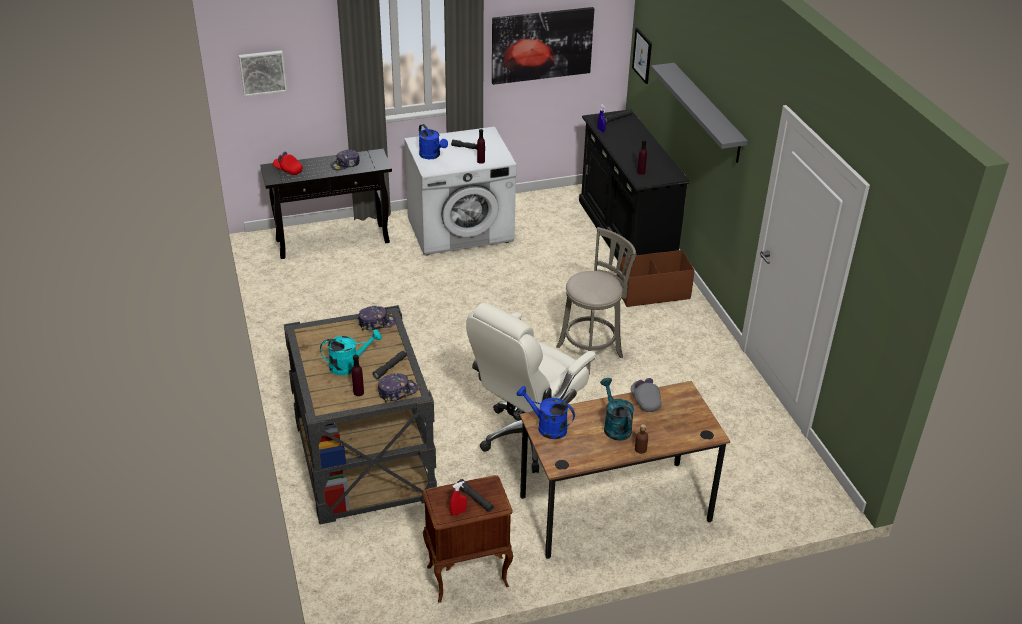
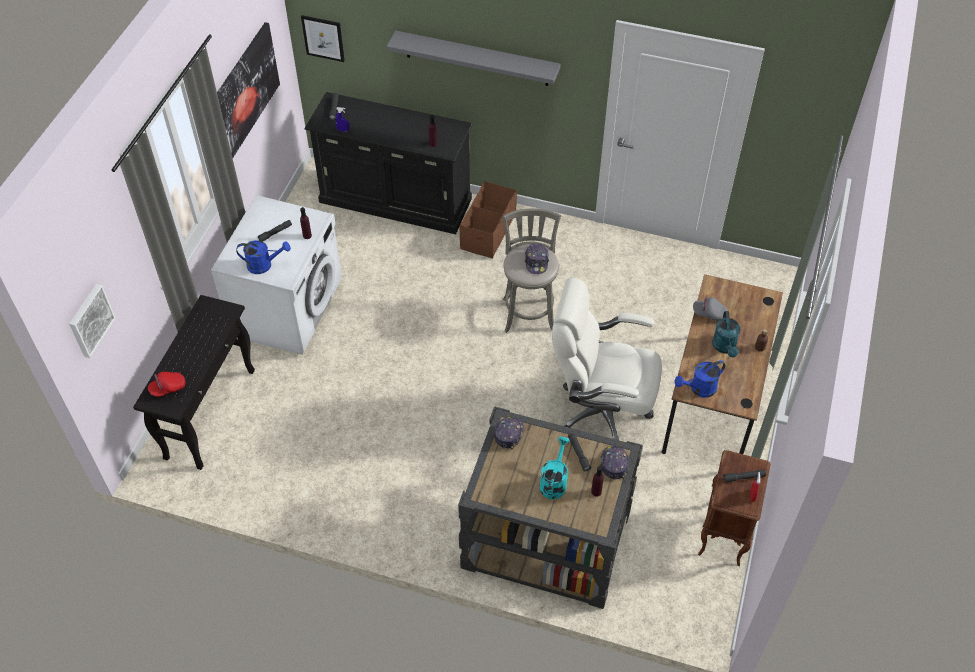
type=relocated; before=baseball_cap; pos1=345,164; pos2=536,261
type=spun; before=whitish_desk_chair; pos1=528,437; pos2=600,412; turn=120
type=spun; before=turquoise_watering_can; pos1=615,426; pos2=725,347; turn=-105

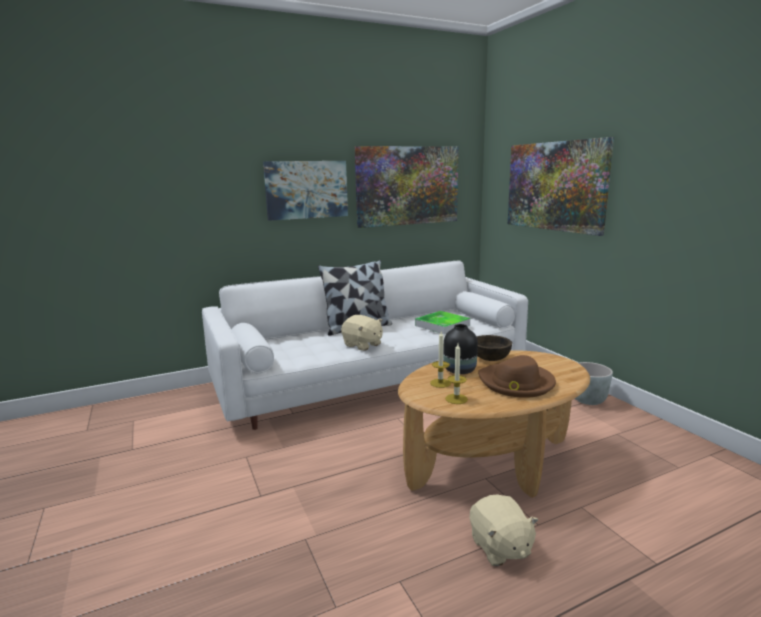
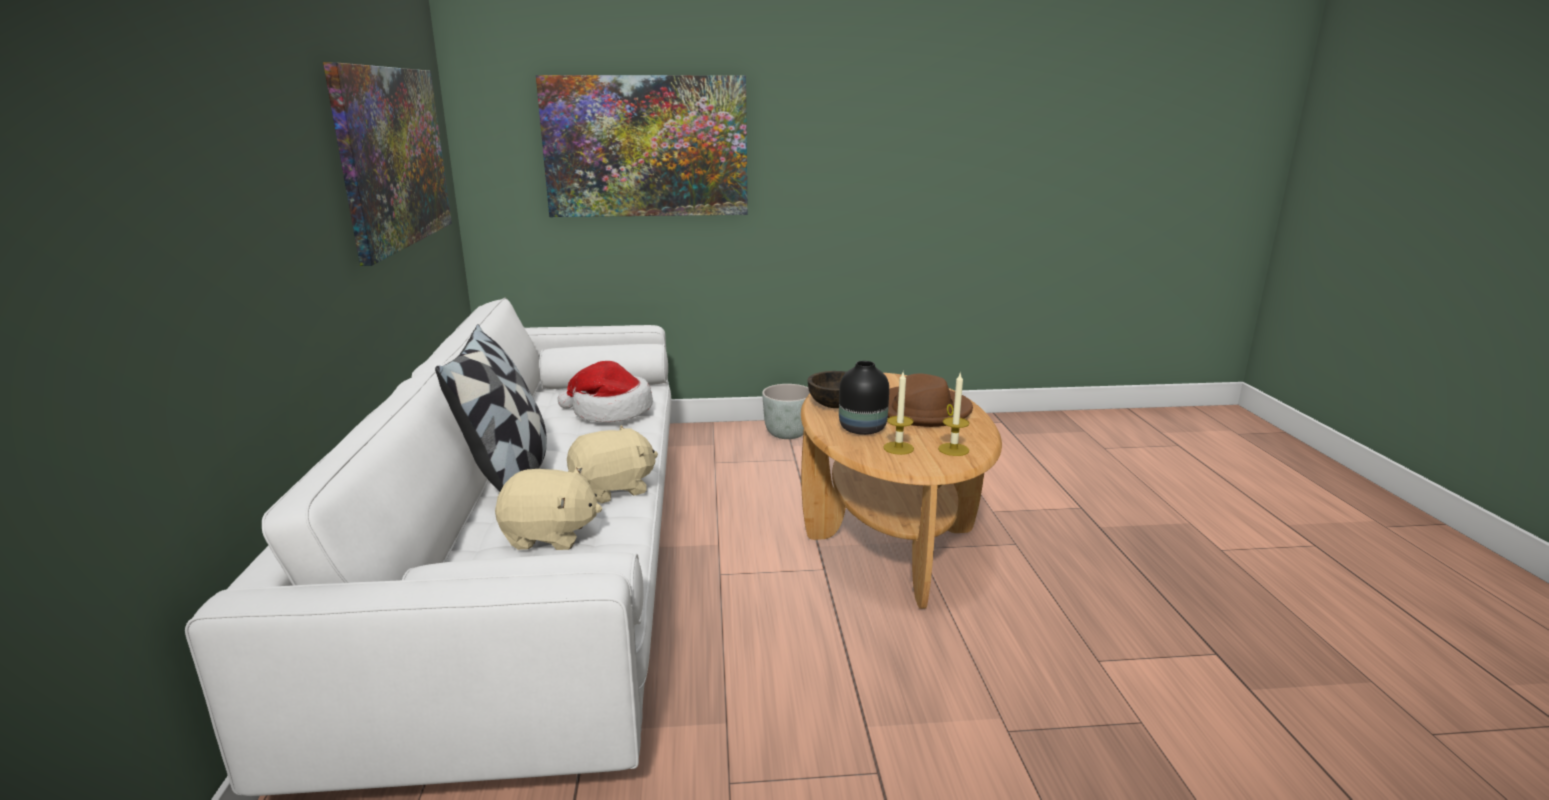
type=missing; before=wall_art; pos1=306,189
type=relocated; before=beige-coloured_soft_toy; pos1=500,547; pos2=550,536
type=exchanged; before=carrying_tray; after=wearable_hat; pos1=442,325; pos2=610,411

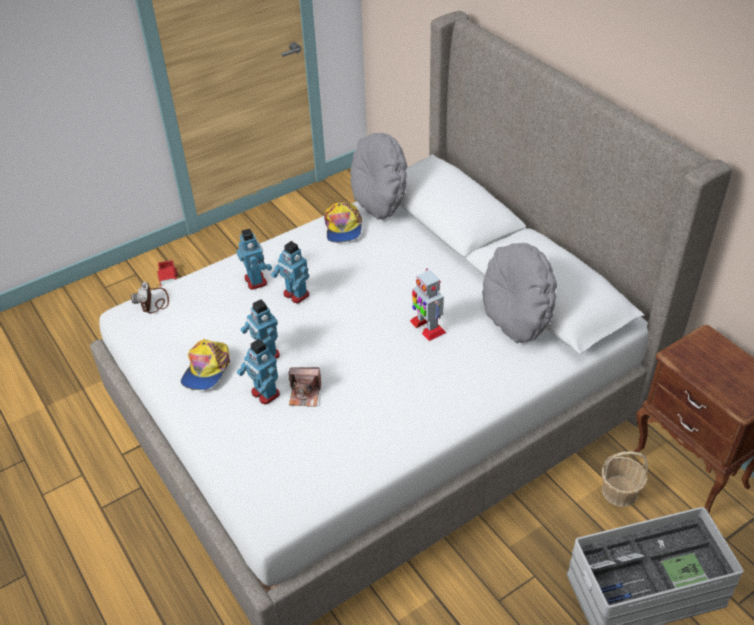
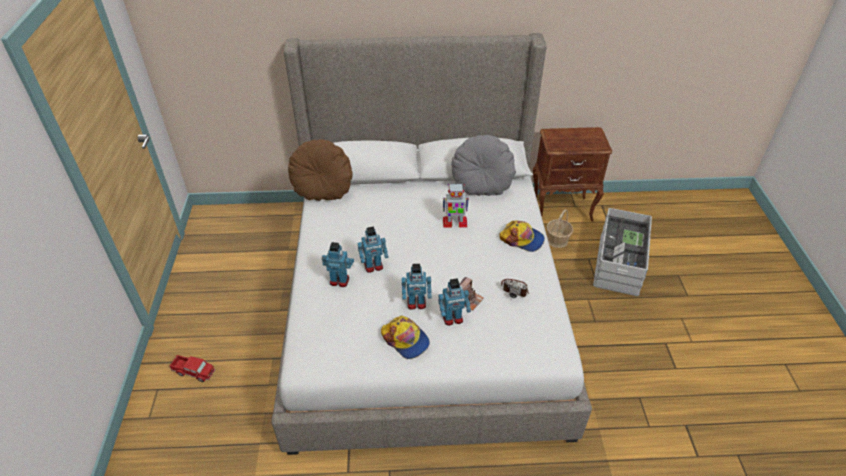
type=relocated; before=photo_camera; pos1=153,302; pos2=515,289
type=relocated; before=baseball_cap; pos1=343,228; pos2=522,239
type=colour; before=greyish_pillow; after=brown-coloured_pillow; pos1=379,205; pos2=323,193

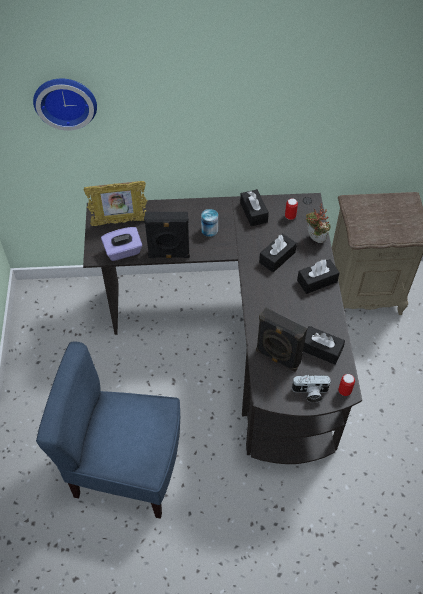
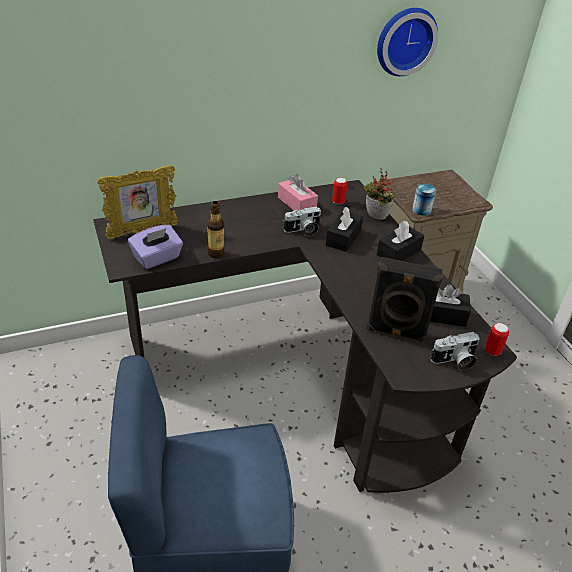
type=appeared; after=photo_camera; pos2=303,231
type=relocated; before=clock_on_the_wall; pos1=65,100; pos2=404,40
type=relocated; before=sealed_can; pos1=209,230; pos2=421,210
type=exchanged; before=blackish_speaker; after=beverage_bottle; pos1=169,255; pos2=216,253
type=colour; before=blackish_tissue_holder; after=pink_tissue_holder; pos1=253,212; pos2=297,203

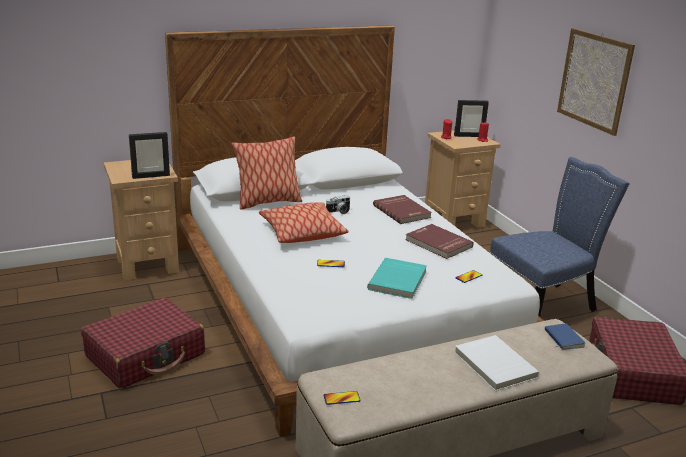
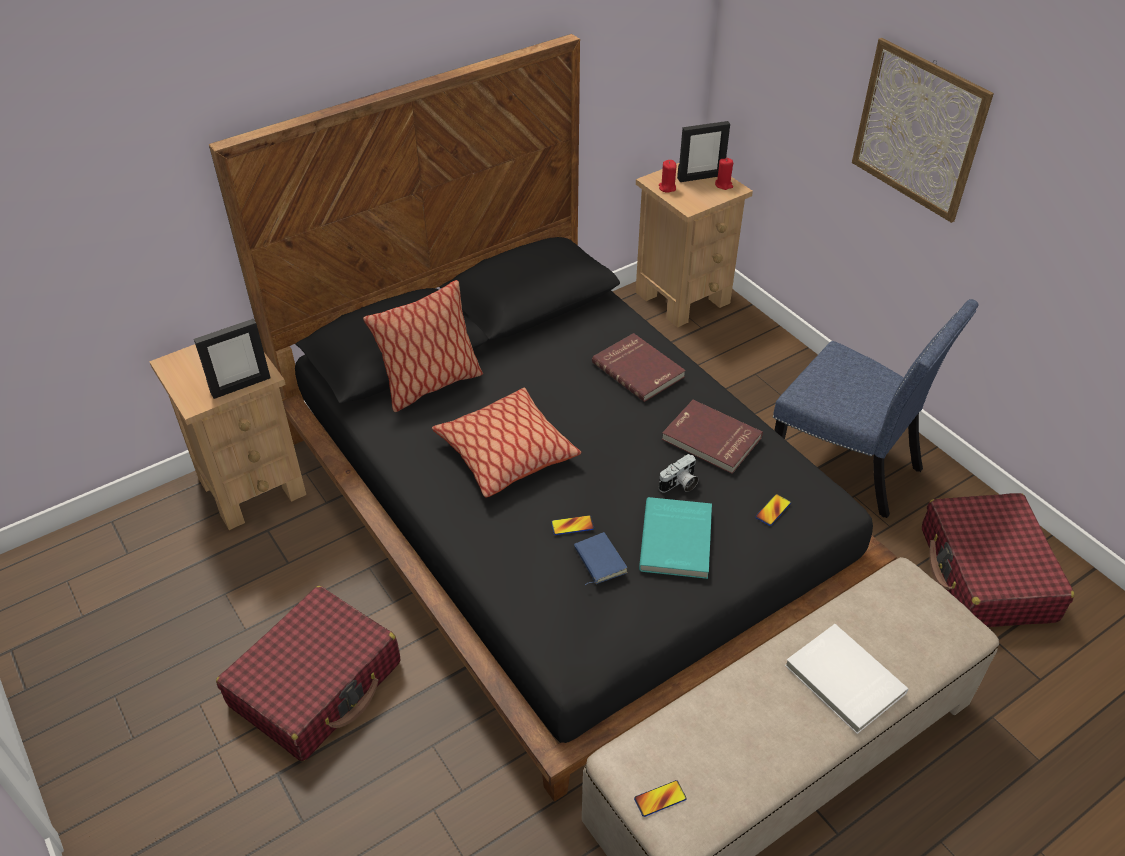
type=relocated; before=photo_camera; pos1=339,211; pos2=680,484
type=relocated; before=blue_bound_book; pos1=562,339; pos2=598,561
type=colour; before=whitish_sleeping_bed; after=blackish_sleeping_bed; pos1=340,302; pos2=563,512
type=spun; before=blue_chair; pos1=541,306; pos2=844,464; turn=75

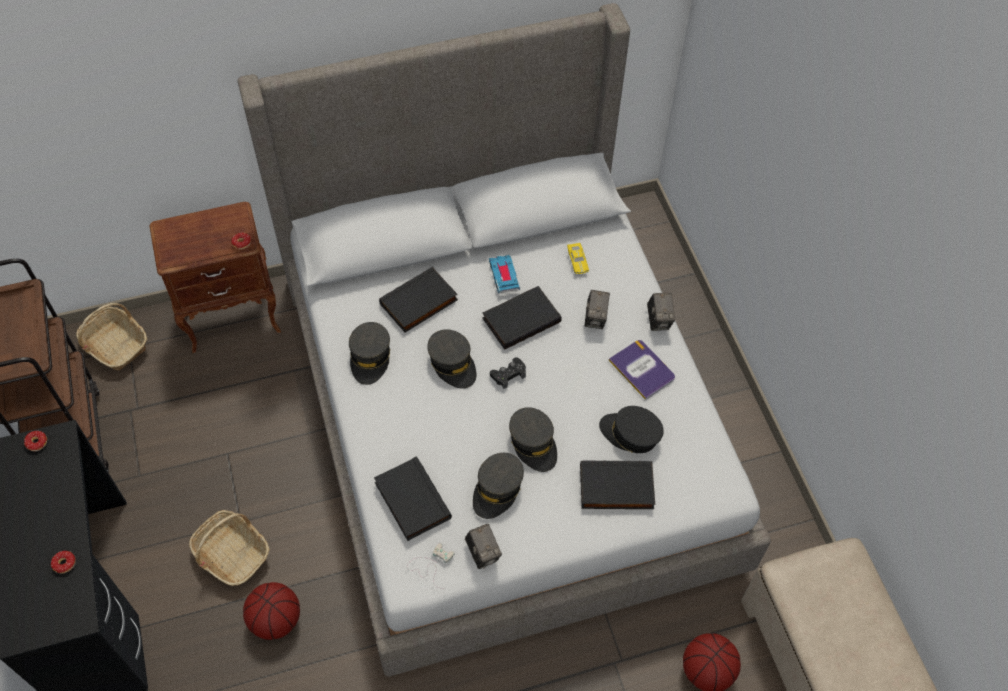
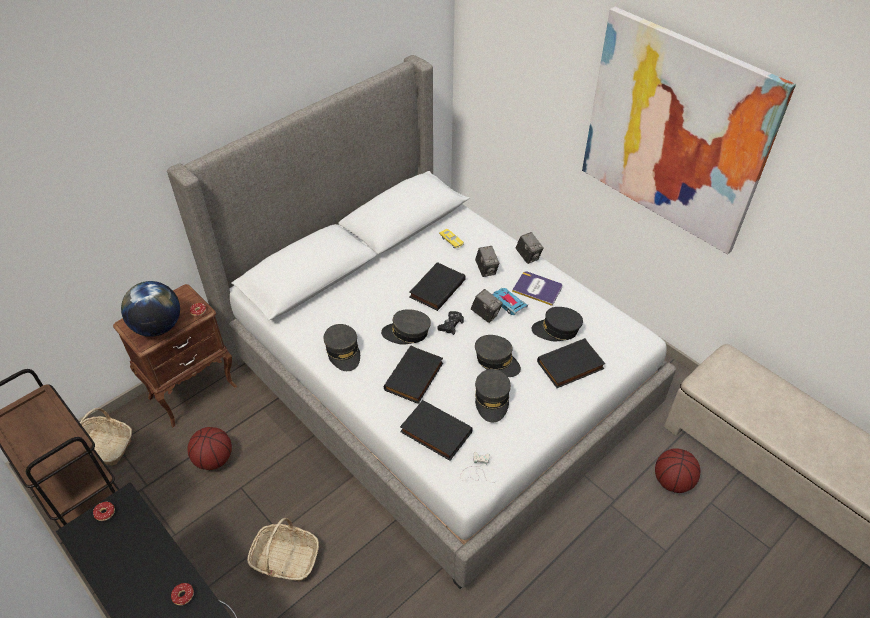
type=appeared; after=world_globe; pos2=158,327
type=appeared; after=wall_art; pos2=675,132
type=relocated; before=basketball_ball; pos1=275,619; pos2=214,459
type=relocated; before=blackish_bound_book; pos1=419,303; pos2=415,377
type=relocated; before=photo_camera; pos1=483,553; pos2=485,314
type=relocated; before=toy_car; pos1=504,276; pos2=507,303
type=spun; before=greyish_baseball_cap; pos1=452,363; pos2=406,333; turn=150

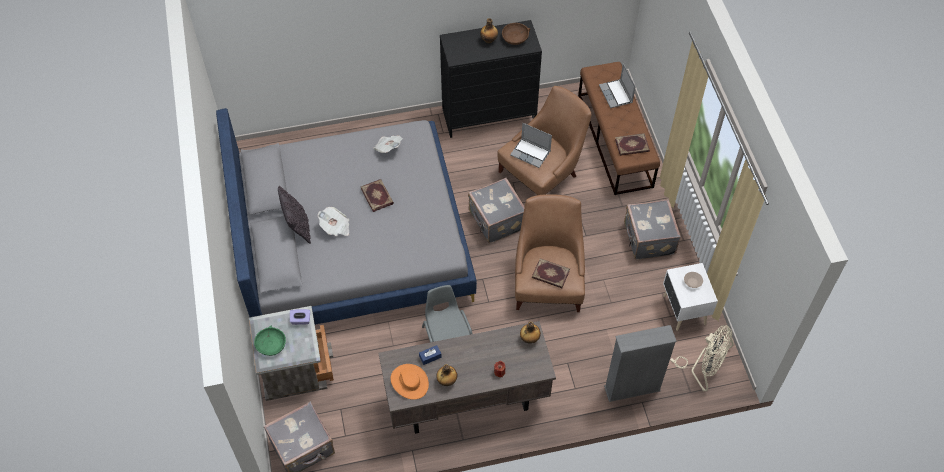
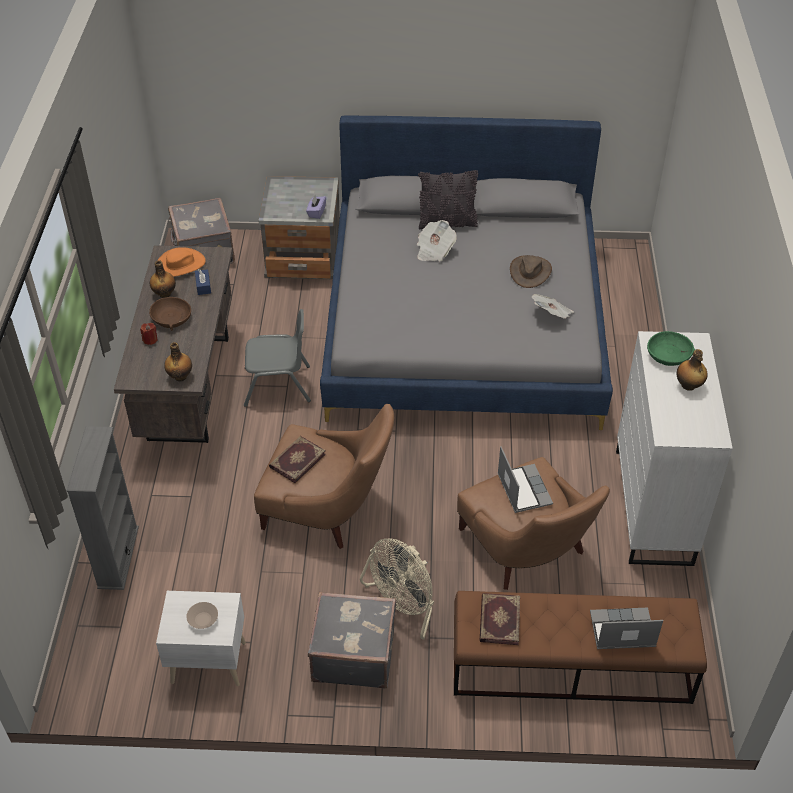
type=missing; before=bound_book; pos1=377,196
type=missing; before=greyish_suitcase; pos1=496,221
type=appeared; after=brown-coloured_wearable_hat; pos2=530,272
type=relocated; before=green-coloured_bowl; pos1=271,344; pos2=669,354
type=relocated; before=brown-coloured_bowl; pos1=515,37; pos2=171,318
type=relocated; before=beige-coloured_electric_fan; pos1=704,365; pos2=404,600
type=colour; before=blackish_drawer_chest; after=whitish_drawer_chest; pos1=488,115; pos2=654,506
type=spun; before=notebook_computer; pos1=531,153; pos2=523,489; turn=120

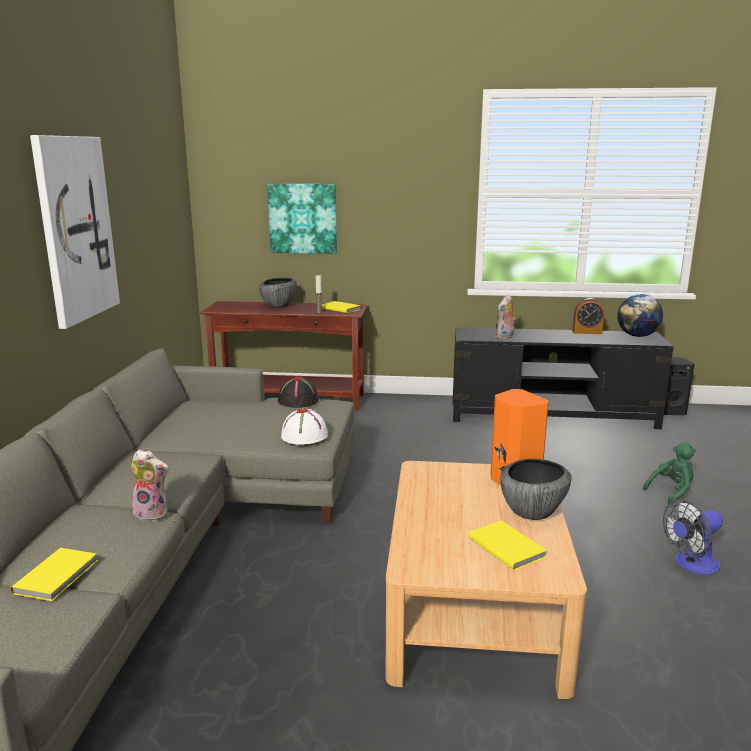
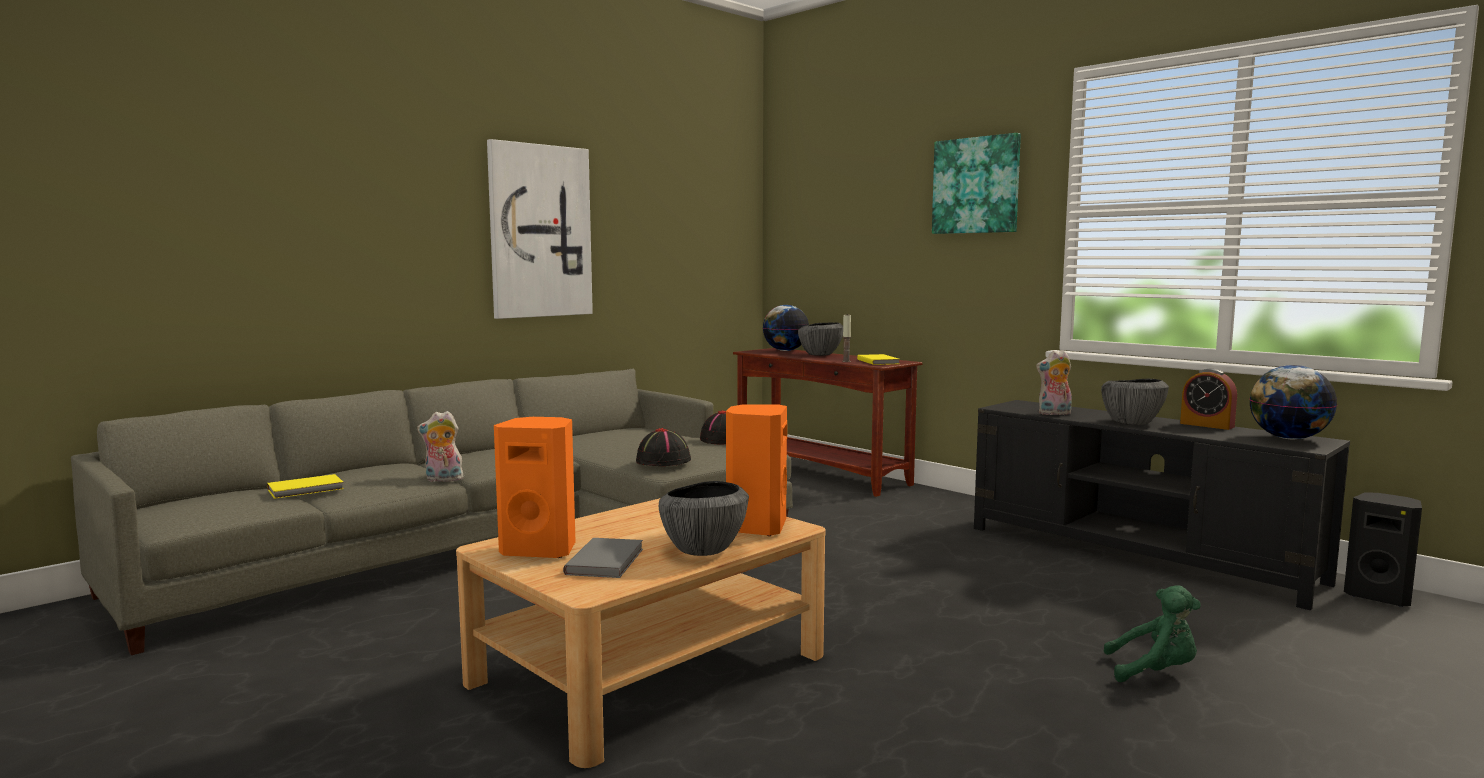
type=missing; before=electric_fan; pos1=691,564
type=appeared; after=orange_speaker; pos2=541,550
type=appeared; after=world_globe; pos2=785,350
type=appeared; after=bowl; pos2=1131,423
type=relocated; before=wall_art; pos1=303,218; pos2=976,185
type=colour; before=whitish_wearable_hat; after=blackish_wearable_hat; pos1=305,435; pos2=663,461
type=colour; before=yellow-coloured_bound_book; after=greyish_bound_book; pos1=507,546; pos2=607,561
type=spun; before=soft_toy; pos1=153,513; pos2=443,480; turn=120

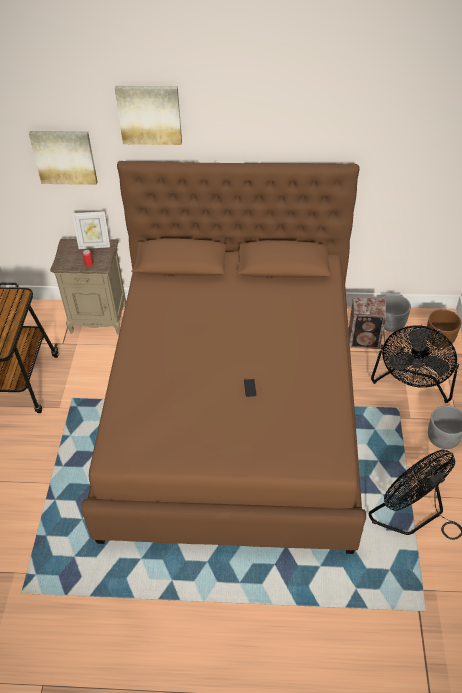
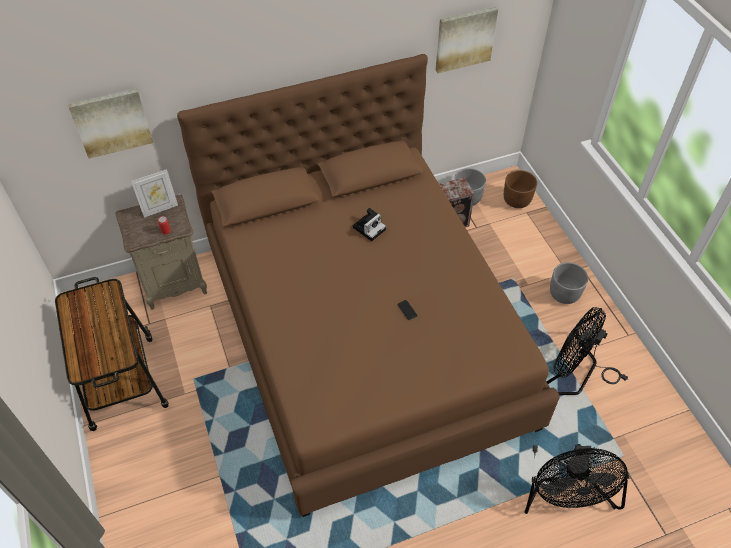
type=appeared; after=photo_camera; pos2=369,227
type=relocated; before=wall_art; pos1=149,114; pos2=464,39
type=relocated; before=blackish_electric_fan; pos1=410,380; pos2=563,492

